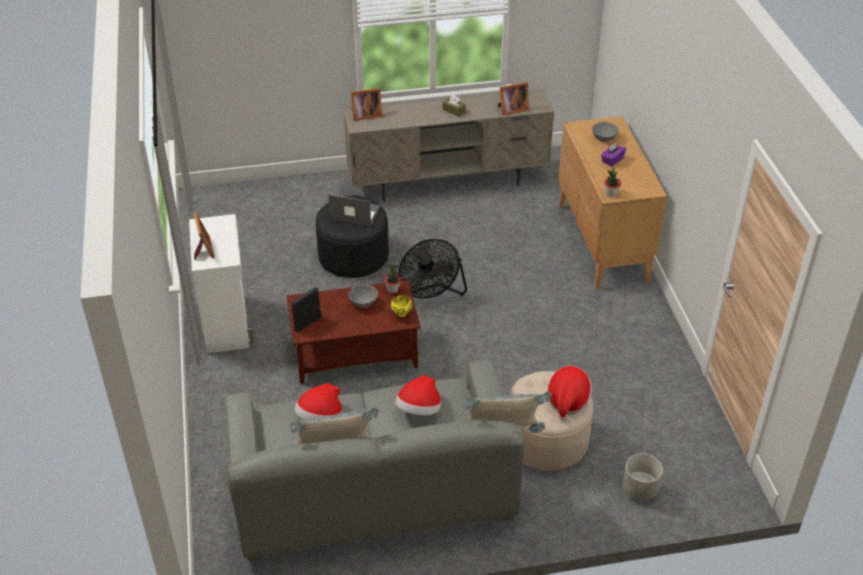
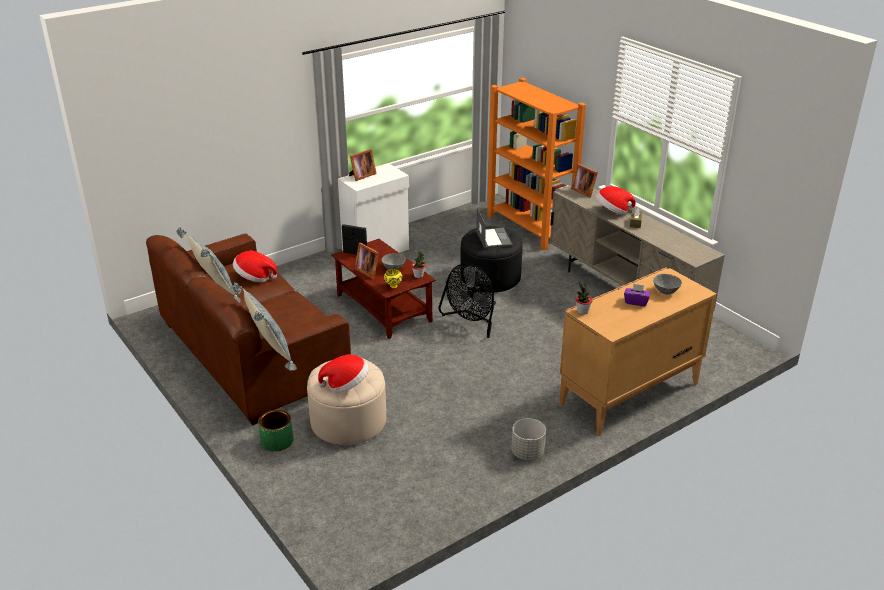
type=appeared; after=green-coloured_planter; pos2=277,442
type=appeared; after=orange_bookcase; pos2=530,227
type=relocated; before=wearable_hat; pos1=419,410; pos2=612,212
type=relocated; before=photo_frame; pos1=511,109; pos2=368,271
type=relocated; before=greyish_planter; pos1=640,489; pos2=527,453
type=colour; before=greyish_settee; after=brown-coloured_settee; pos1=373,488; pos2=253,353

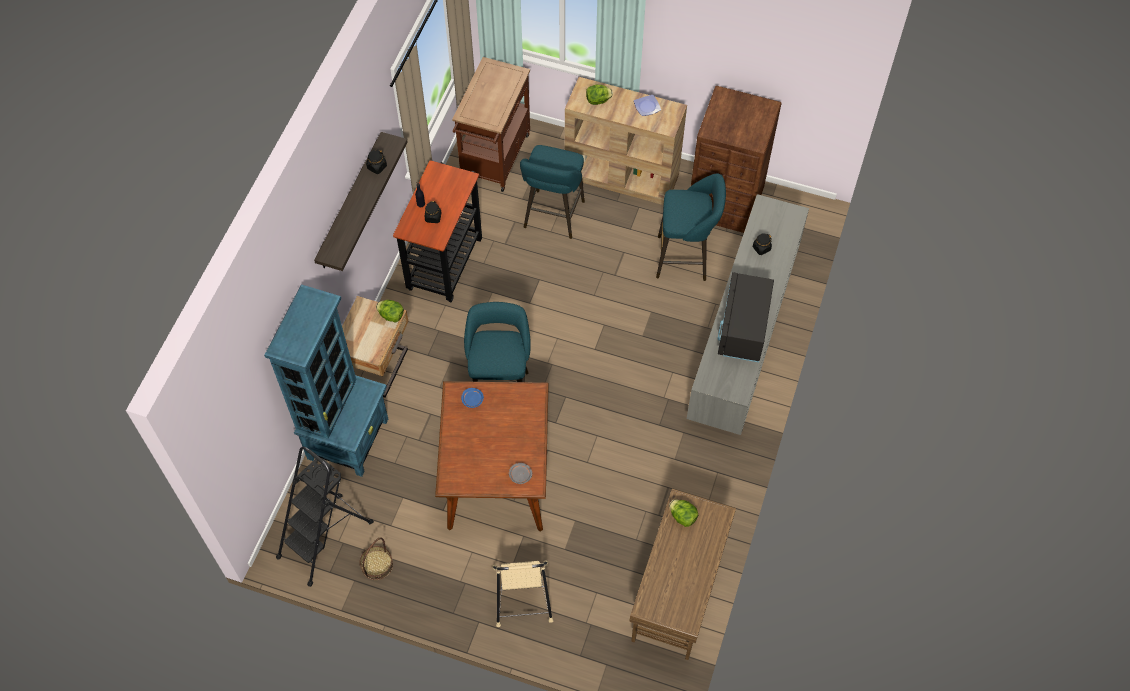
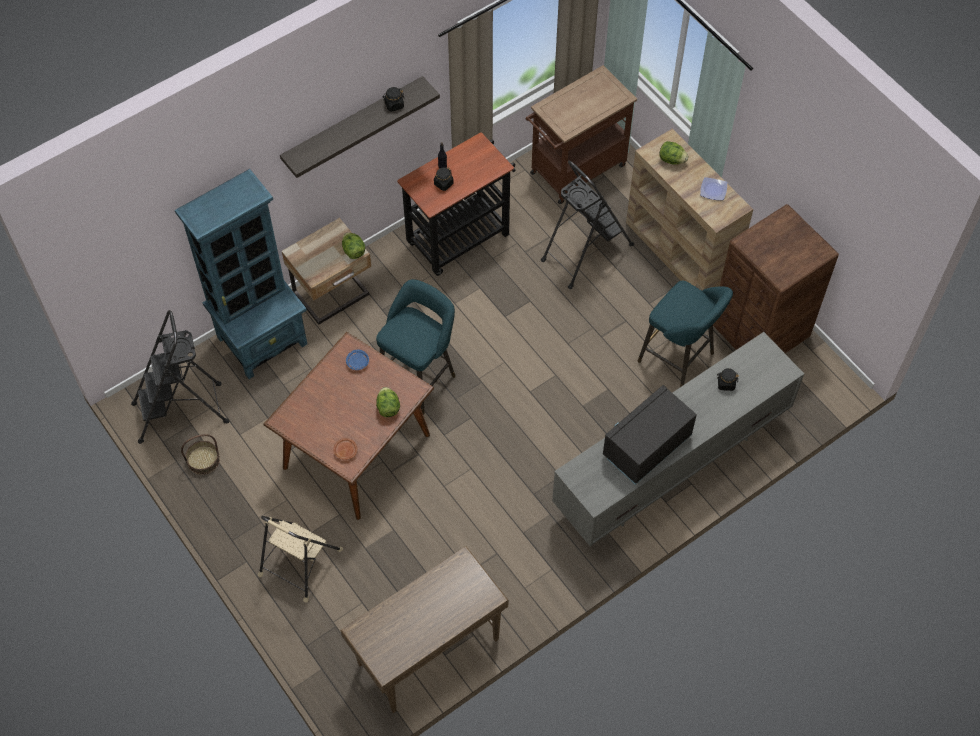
type=relocated; before=head_of_lettuce; pos1=682,517; pos2=388,407
type=exchanged; before=turquoise_sitting_stool; after=step_ladder; pos1=553,217; pos2=586,252
type=colour; before=greyish_plate; after=brown-coloured_plate; pos1=520,475; pos2=345,451

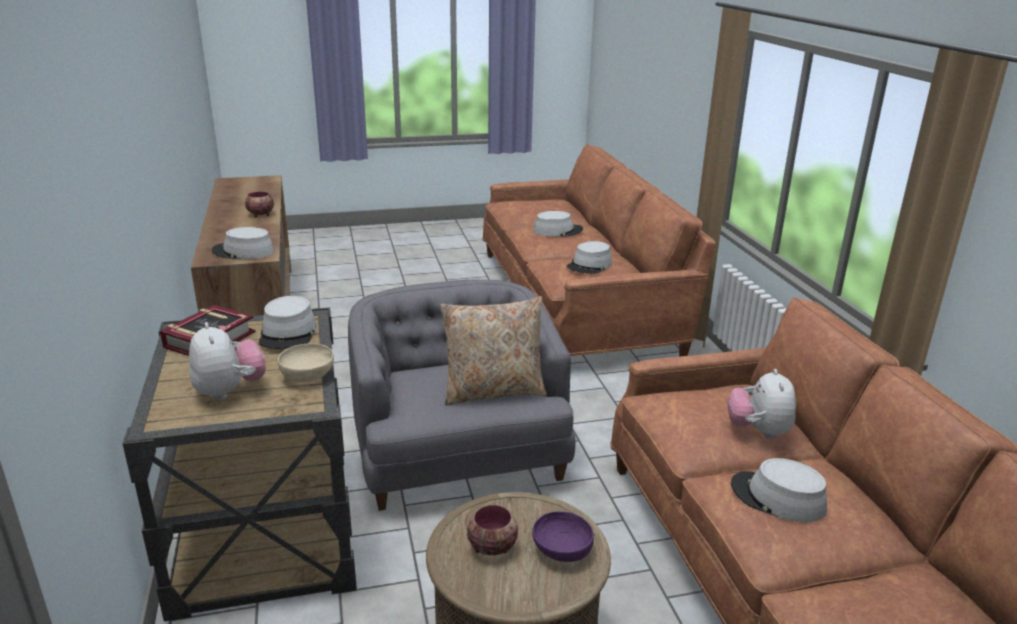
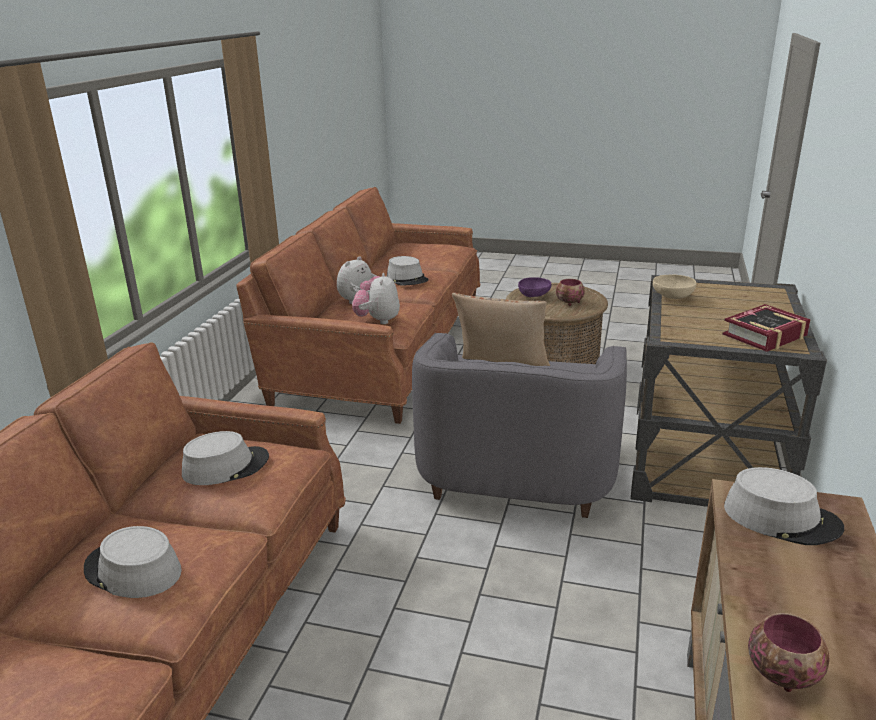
type=missing; before=greyish_wearable_hat; pos1=288,333
type=relocated; before=soft_toy; pos1=229,391; pos2=378,320

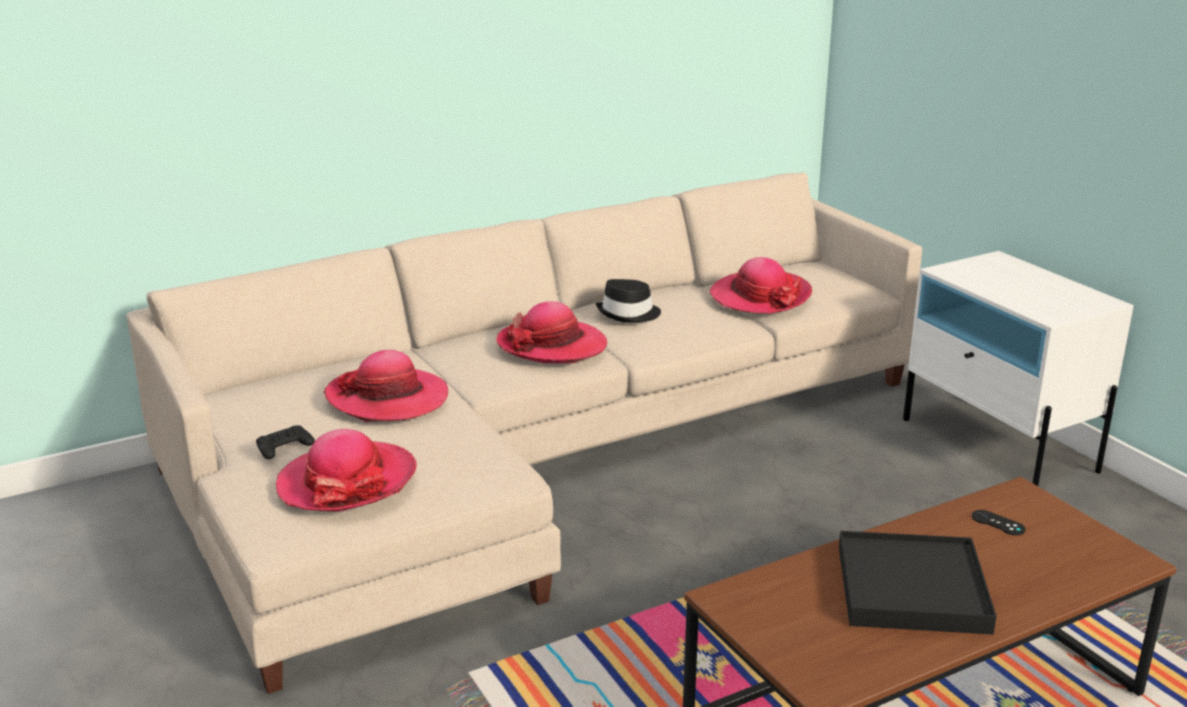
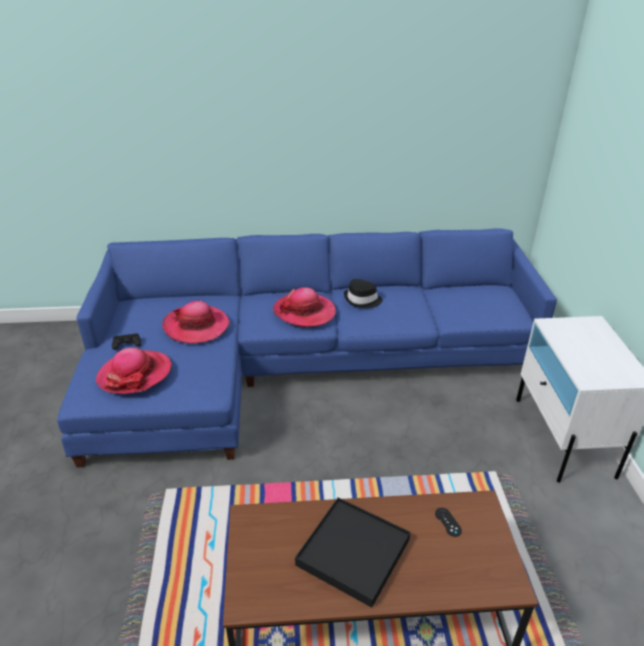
type=missing; before=wearable_hat; pos1=760,296
type=colour; before=beige-coloured_settee; after=blue_settee; pos1=529,452; pos2=293,361

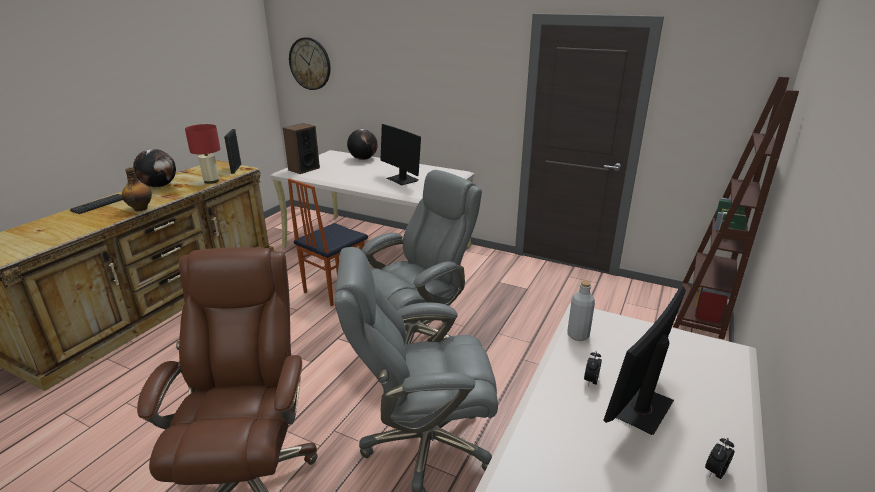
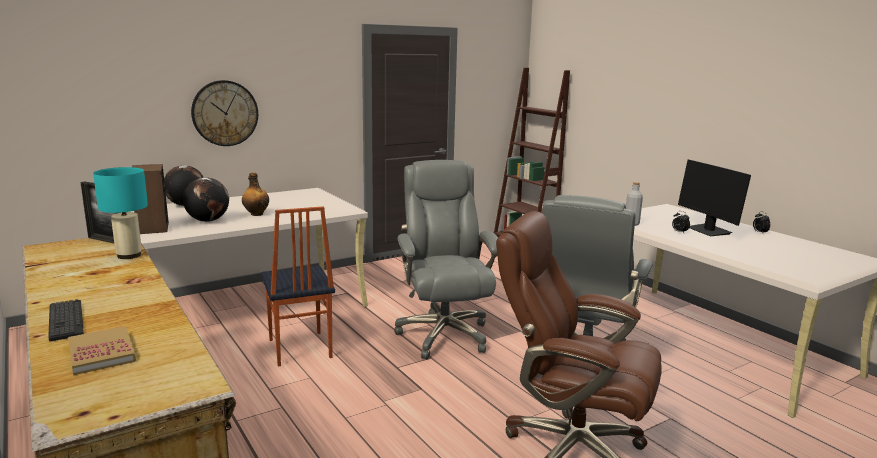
type=missing; before=computer_display; pos1=402,180
type=appeared; after=bound_book; pos2=102,353
type=relocated; before=beverage_bottle; pos1=141,208; pos2=256,214
type=relocated; before=world_globe; pos1=159,186; pos2=207,220
type=relocated; before=clock_on_the_wall; pos1=310,64; pos2=225,113
type=colour; before=red_table_lamp; after=turquoise_table_lamp; pos1=211,181; pos2=128,255

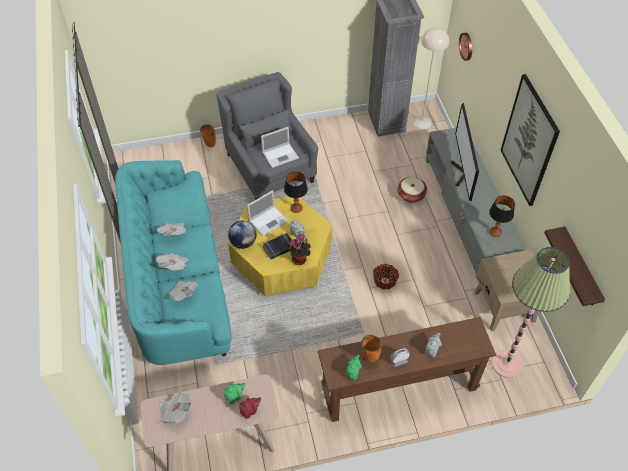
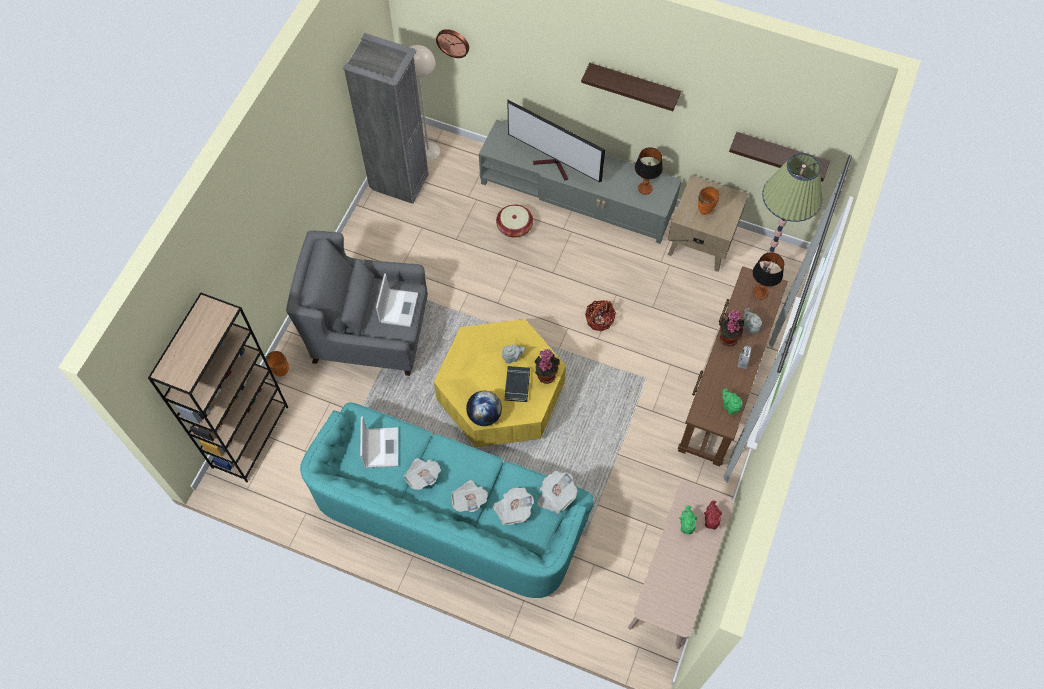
type=appeared; after=beige-coloured_bookcase; pos2=250,436
type=appeared; after=plant_in_a_pot; pos2=727,337
type=relocated; before=daily_paper; pos1=175,412; pos2=555,496
type=relocated; before=notebook_computer; pos1=269,220; pos2=381,446
type=relocated; before=table_lamp; pos1=296,208; pos2=760,292
type=relocated; before=orange_vase; pos1=369,358; pos2=704,212
type=exchanged; before=wall_art; after=wall_shelf; pos1=529,141; pos2=633,85

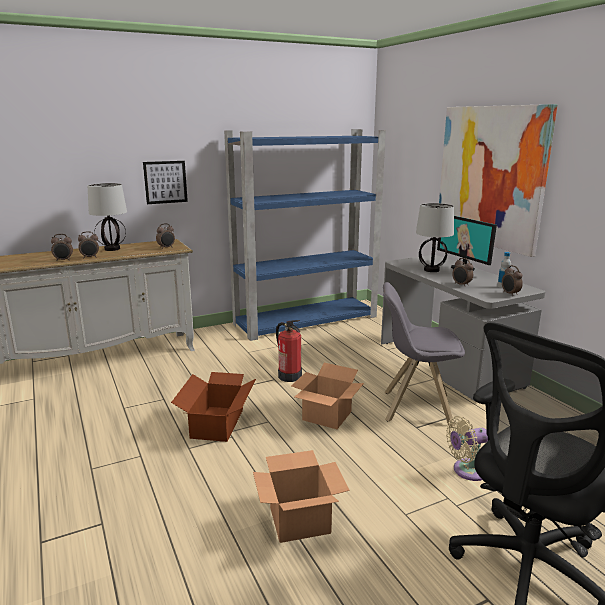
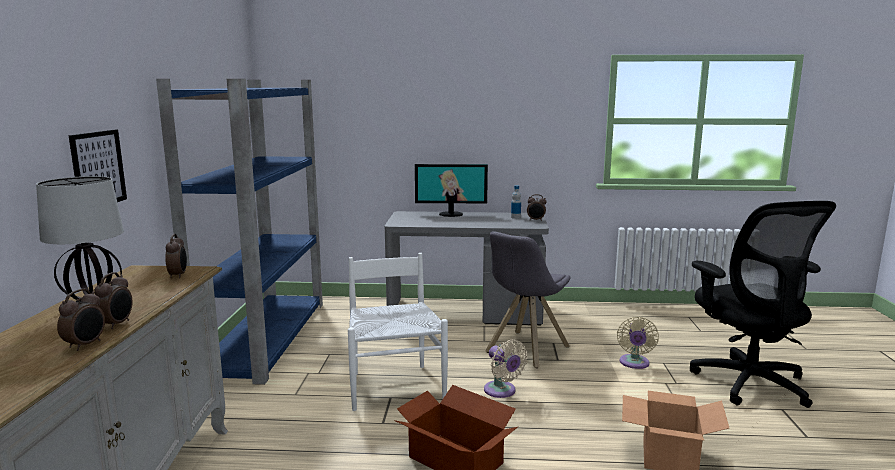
type=missing; before=table_lamp; pos1=431,270
type=missing; before=wall_art; pos1=490,176
type=missing; before=table_clock; pos1=461,285
type=exchanged; before=extinguisher; after=whitish_chair; pos1=289,376; pos2=394,386
type=exchanged; before=cardboard_box; after=beige-coloured_electric_fan; pos1=327,416; pos2=502,391

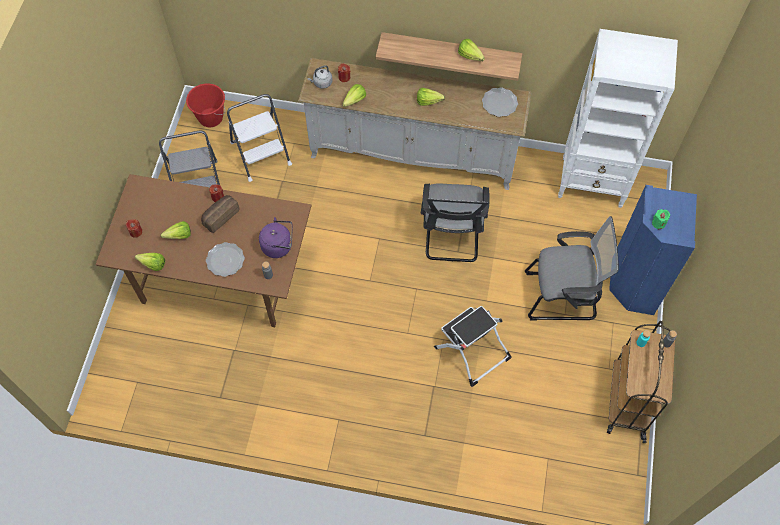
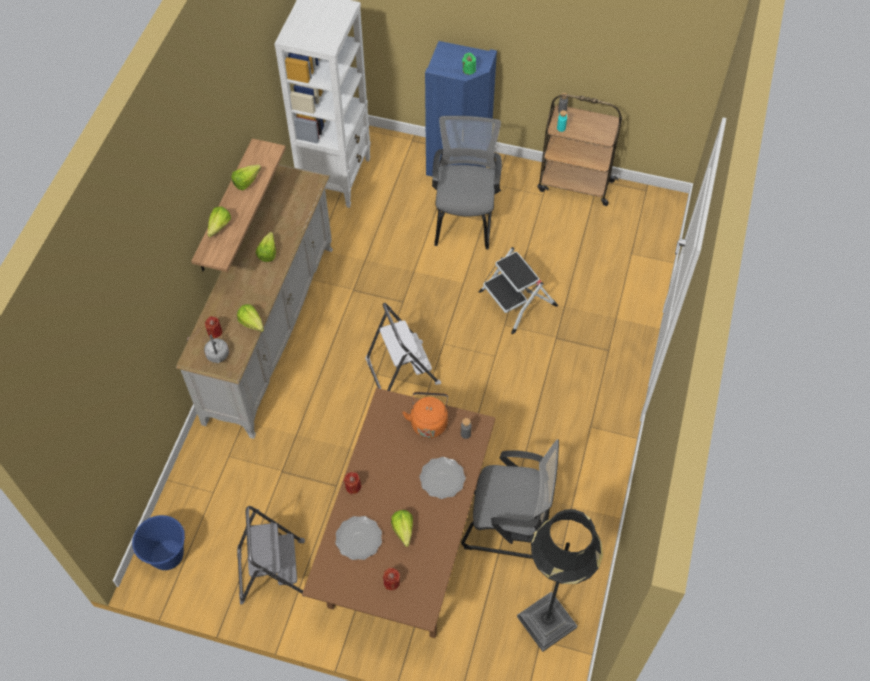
type=missing; before=bread; pos1=220,216
type=appeared; after=blackish_standing_lamp; pos2=547,622
type=relocated; before=head_of_lettuce; pos1=151,263; pos2=217,229
type=relocated; before=whitish_step_ladder; pos1=260,151; pos2=399,371
type=relocated; before=chair; pos1=451,234; pos2=509,526
type=relocated; before=plate; pos1=499,103; pos2=359,538
type=colour; before=red_pail; after=blue_pail; pos1=210,118; pos2=167,555
type=colour; before=purplish_tea_kettle; after=orange_tea_kettle; pos1=279,246; pos2=428,422

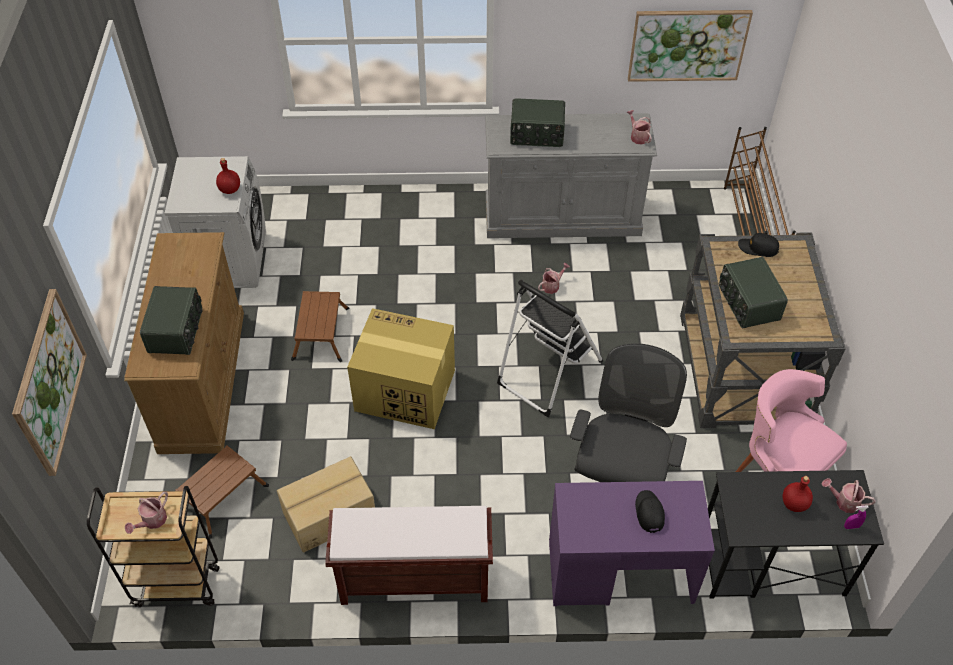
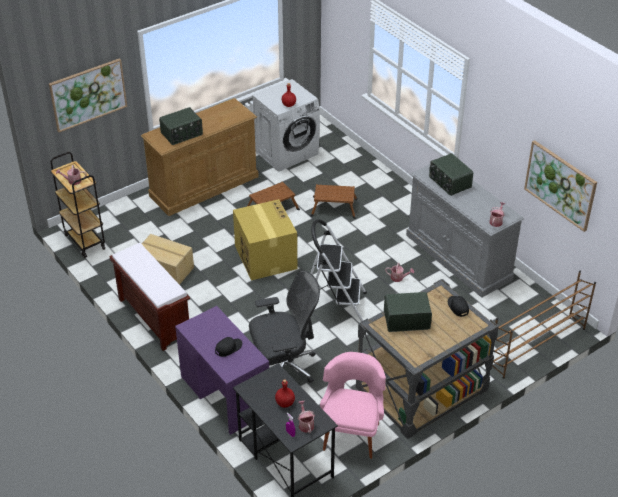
type=relocated; before=brown-coloured_step_ladder; pos1=221,496; pos2=333,207
type=spun; before=radio; pos1=747,303; pos2=406,319; turn=45

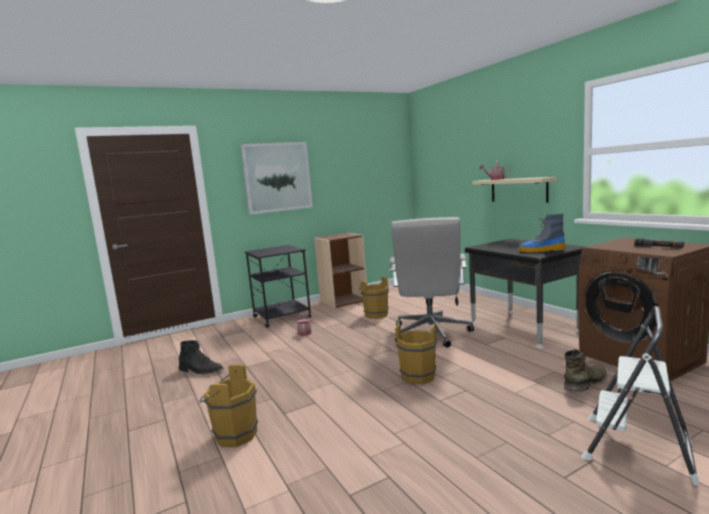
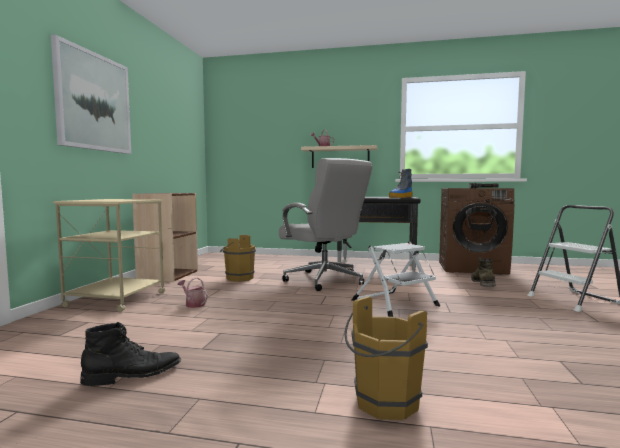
type=exchanged; before=brown-coloured_pail; after=step_ladder; pos1=419,375; pos2=394,303
type=colour; before=blackish_cart; after=beige-coloured_cart; pos1=282,317; pos2=117,299

